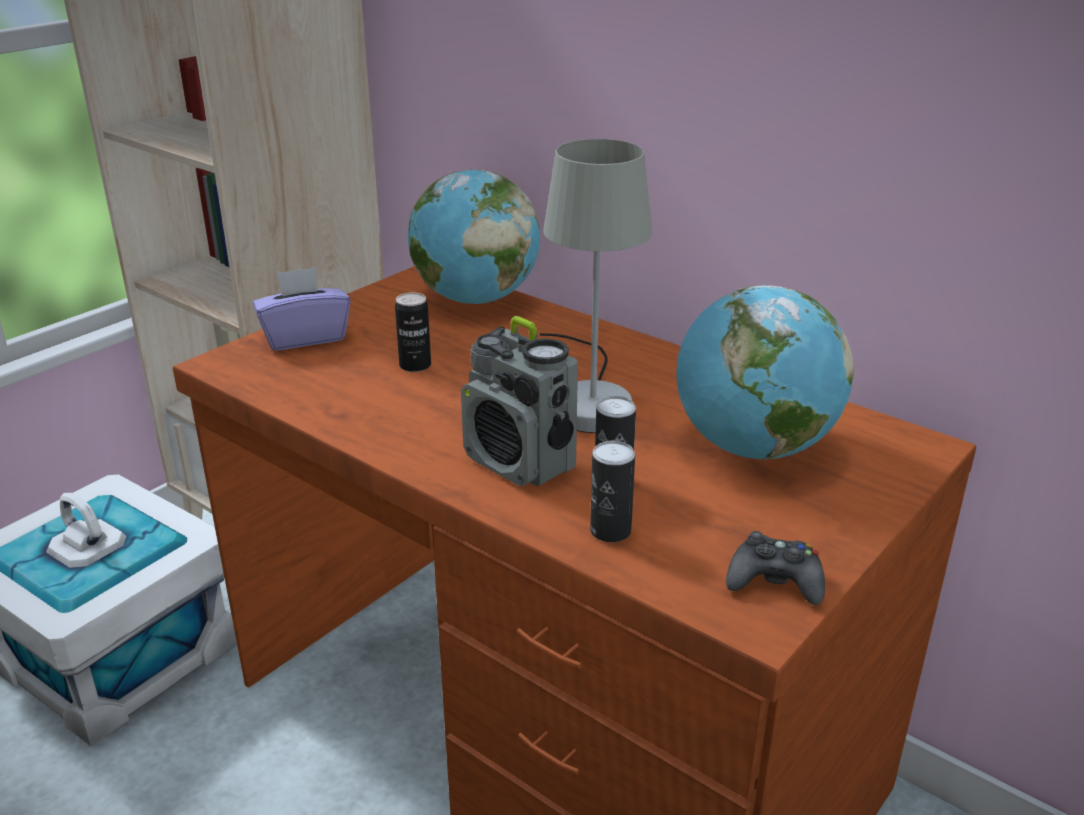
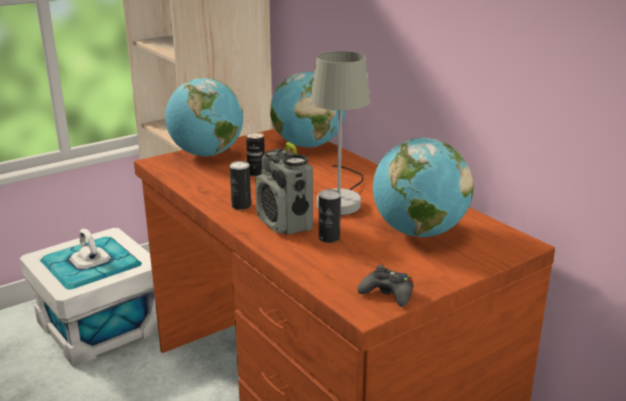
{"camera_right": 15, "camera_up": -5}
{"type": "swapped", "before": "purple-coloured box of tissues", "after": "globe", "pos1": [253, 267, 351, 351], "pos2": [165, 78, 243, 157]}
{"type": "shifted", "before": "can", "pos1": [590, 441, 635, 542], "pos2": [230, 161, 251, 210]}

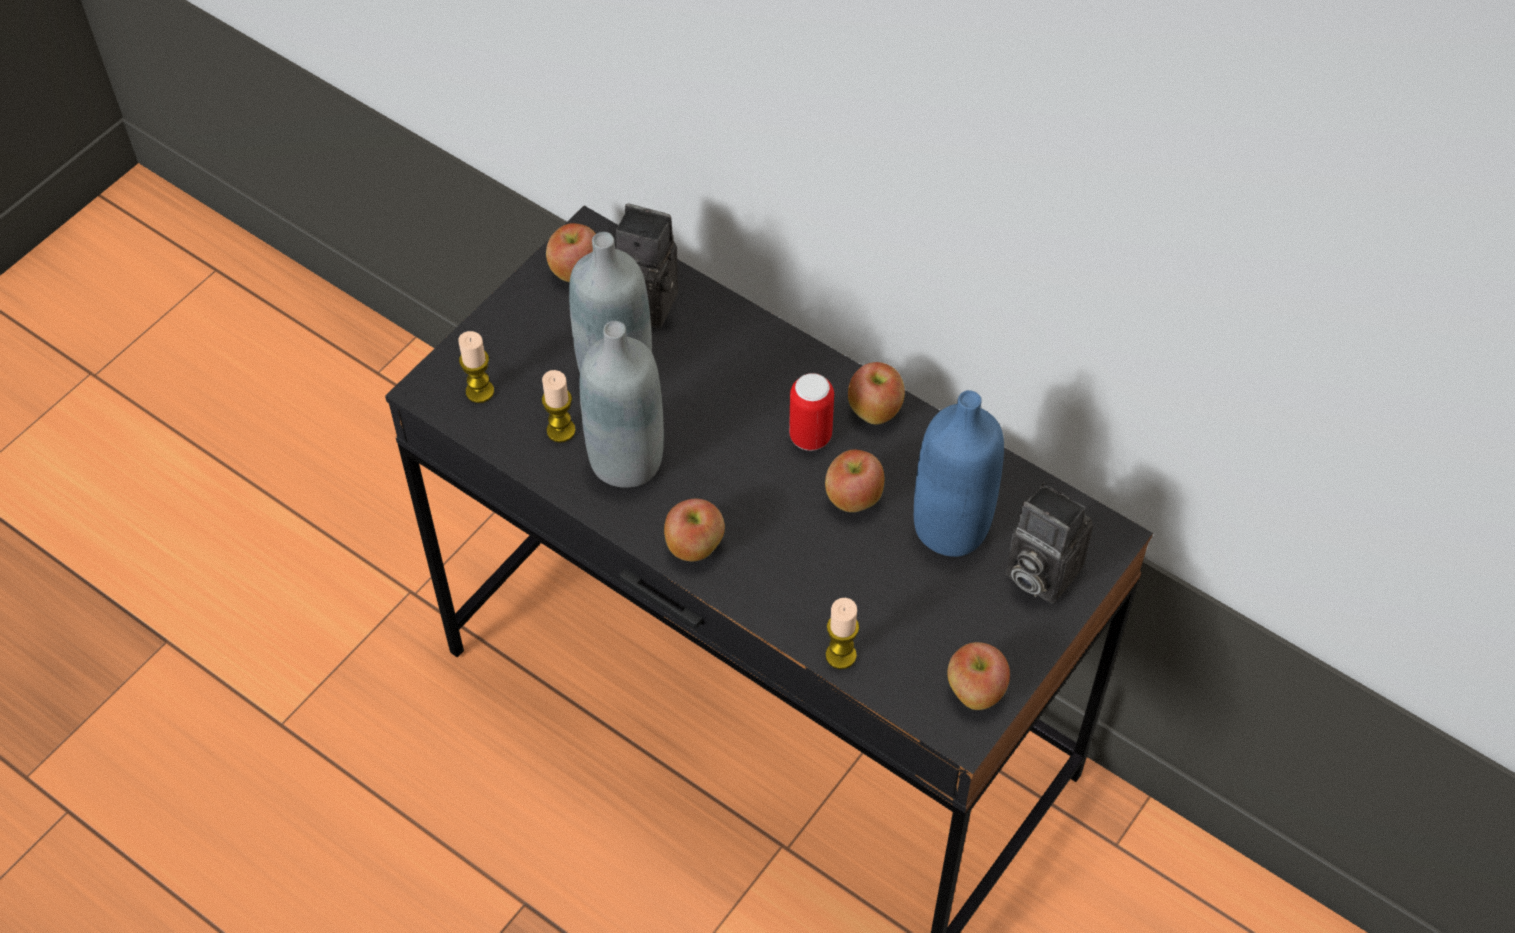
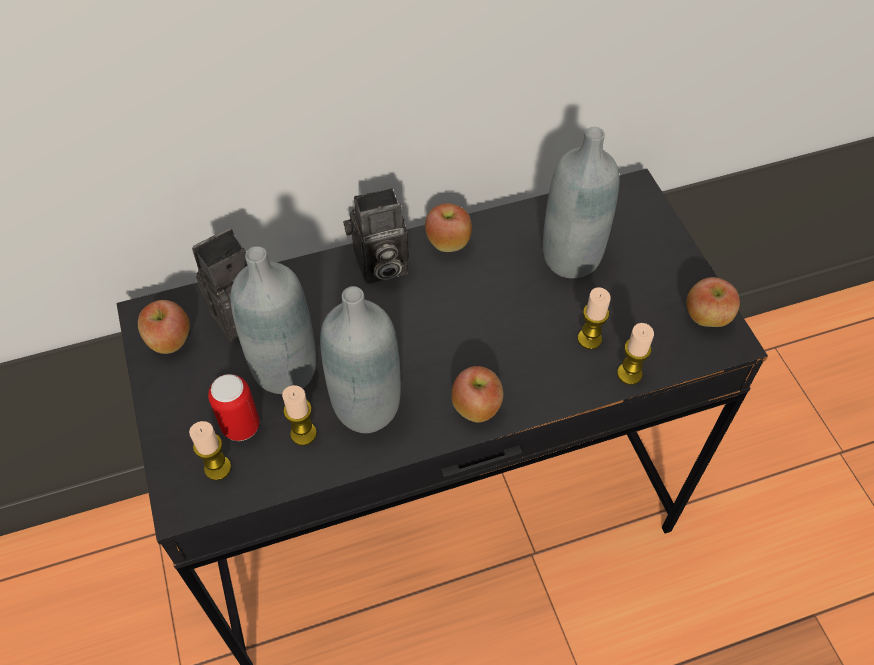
{"camera_right": -55, "camera_up": 0}
{"type": "shifted", "before": "can", "pos1": [789, 373, 834, 451], "pos2": [208, 374, 260, 441]}
{"type": "gone", "before": "apple", "pos1": [825, 450, 884, 512]}
{"type": "repainted", "before": "blue-coloured beverage bottle", "after": "grey beverage bottle", "pos1": [914, 390, 1004, 557], "pos2": [543, 127, 620, 278]}
{"type": "shifted", "before": "still camera", "pos1": [1006, 483, 1093, 604], "pos2": [343, 188, 409, 284]}
{"type": "new", "after": "wax light", "pos2": [578, 287, 611, 349]}

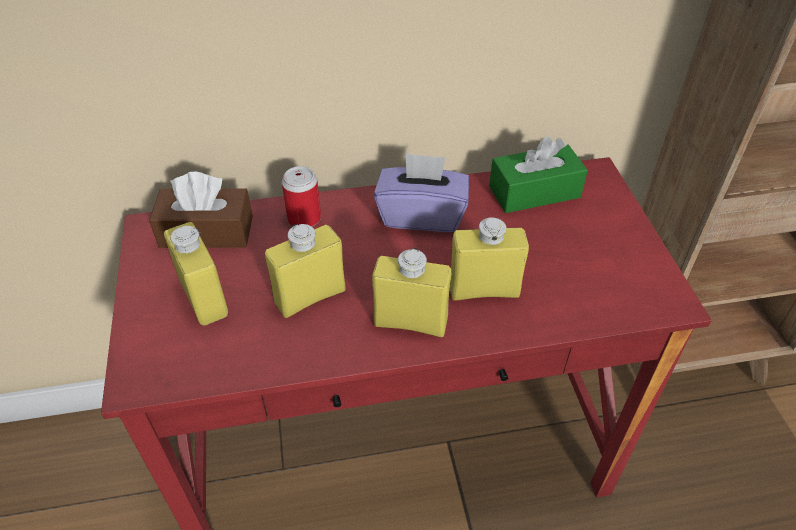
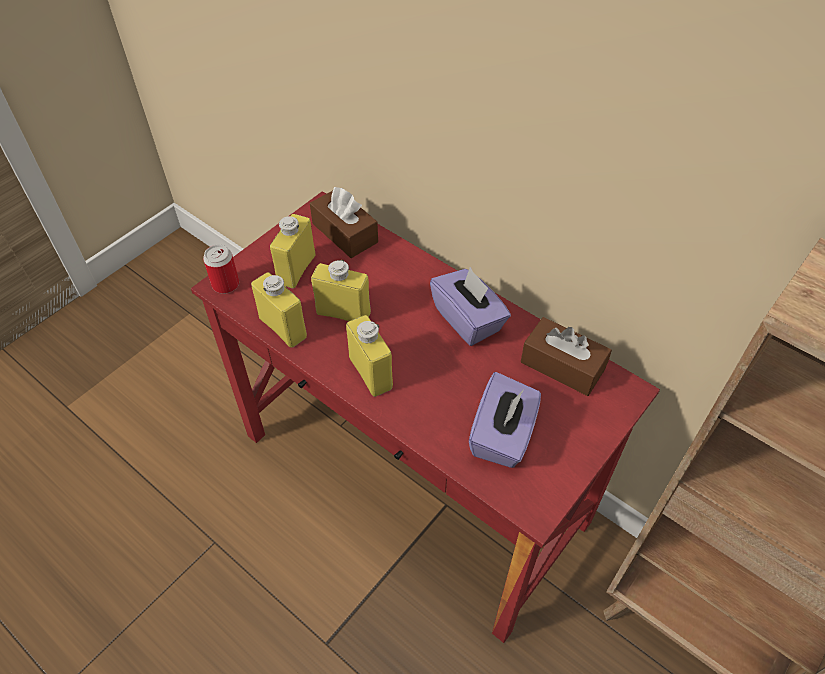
{"camera_right": 50, "camera_up": 5}
{"type": "shifted", "before": "can", "pos1": [282, 166, 321, 227], "pos2": [203, 245, 239, 294]}
{"type": "shifted", "before": "yellowish beverage bottle", "pos1": [450, 217, 529, 301], "pos2": [251, 272, 307, 348]}
{"type": "repainted", "before": "green box of tissues", "after": "brown box of tissues", "pos1": [489, 136, 588, 213], "pos2": [521, 317, 612, 396]}
{"type": "new", "after": "purple-coloured box of tissues", "pos2": [469, 372, 541, 468]}

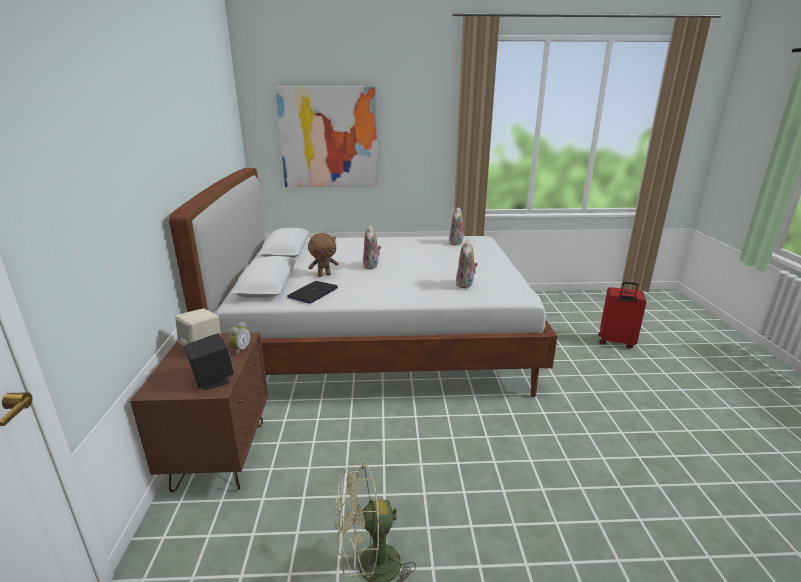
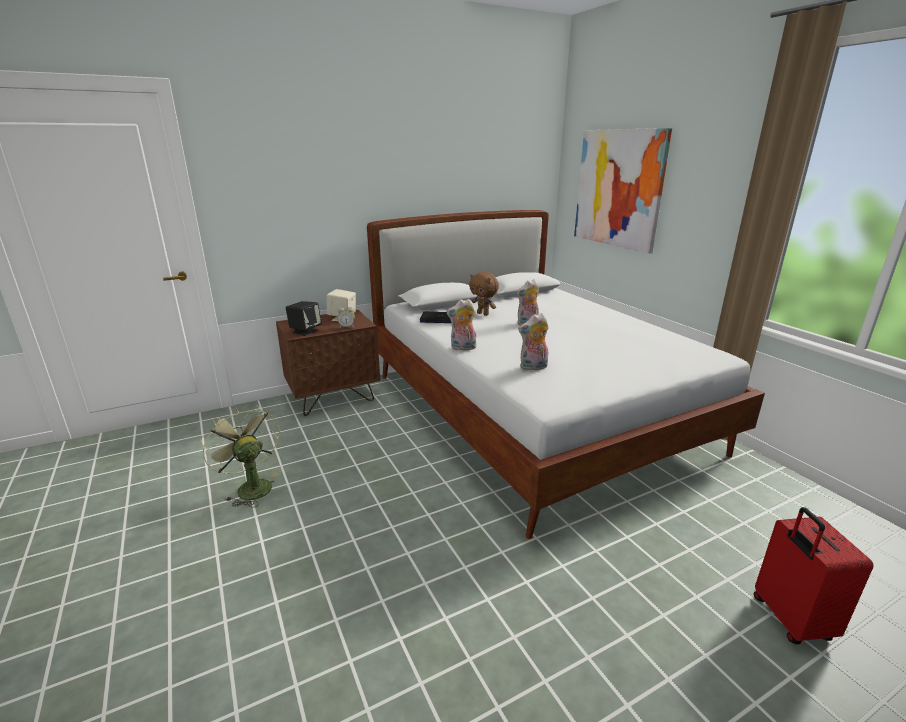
{"camera_right": 65, "camera_up": 0}
{"type": "shifted", "before": "plush toy", "pos1": [449, 207, 466, 246], "pos2": [446, 299, 477, 351]}

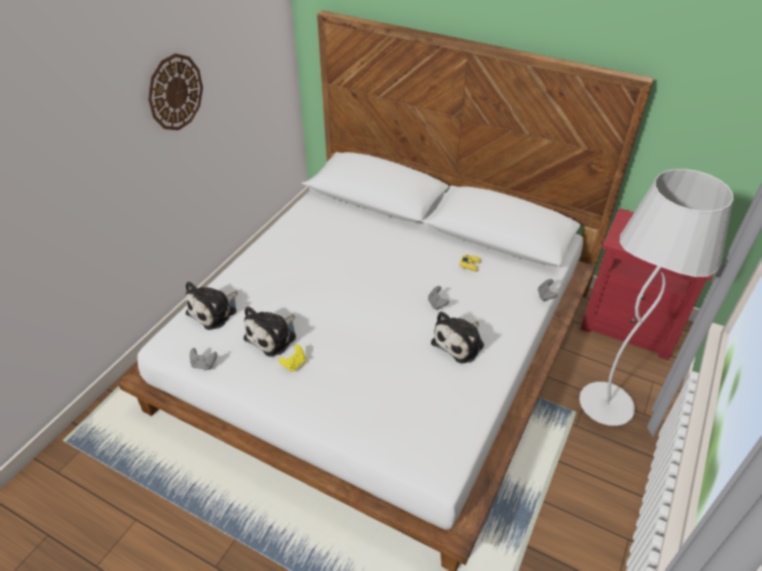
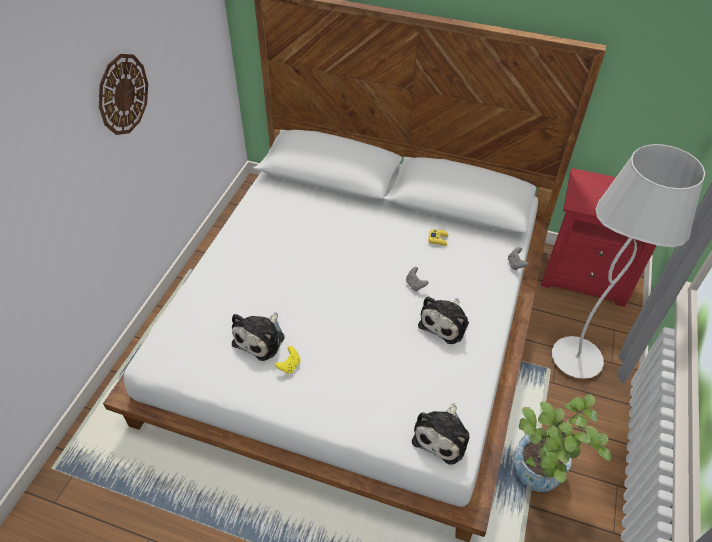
{"camera_right": -10, "camera_up": 5}
{"type": "shifted", "before": "plush toy", "pos1": [186, 281, 238, 330], "pos2": [412, 403, 469, 465]}
{"type": "gone", "before": "grey gamepad", "pos1": [190, 348, 217, 370]}
{"type": "new", "after": "plant in a pot", "pos2": [513, 394, 611, 492]}

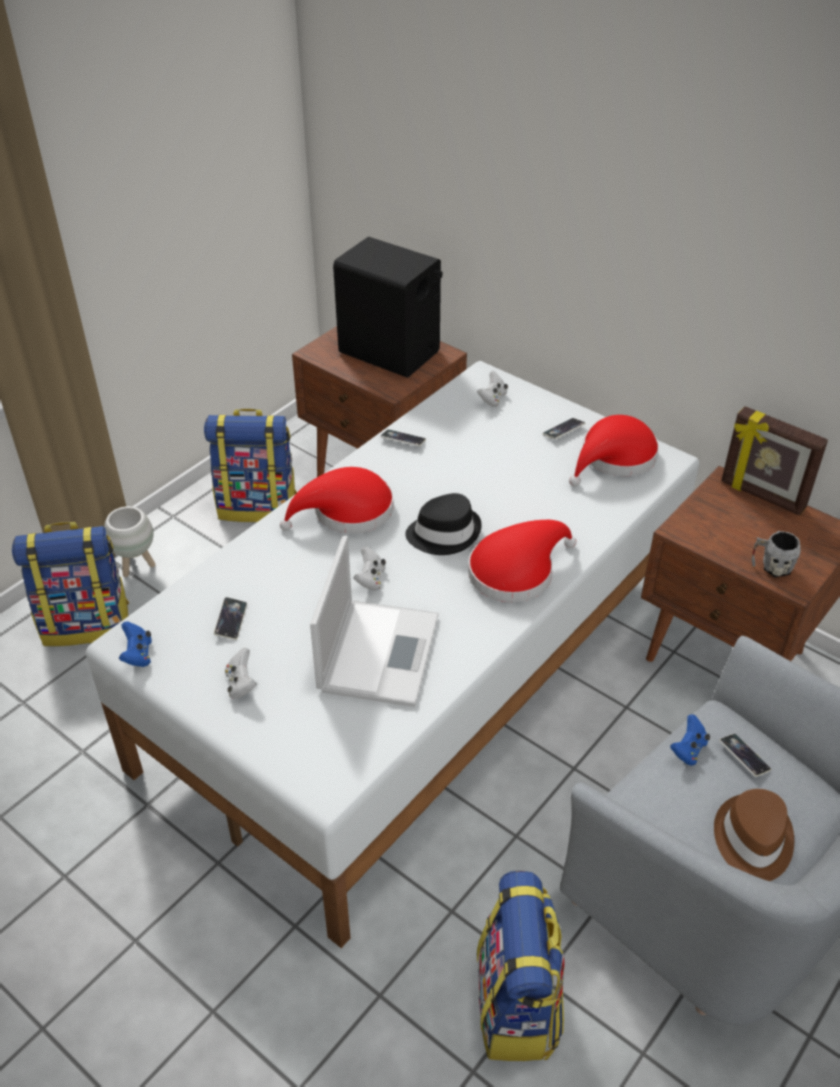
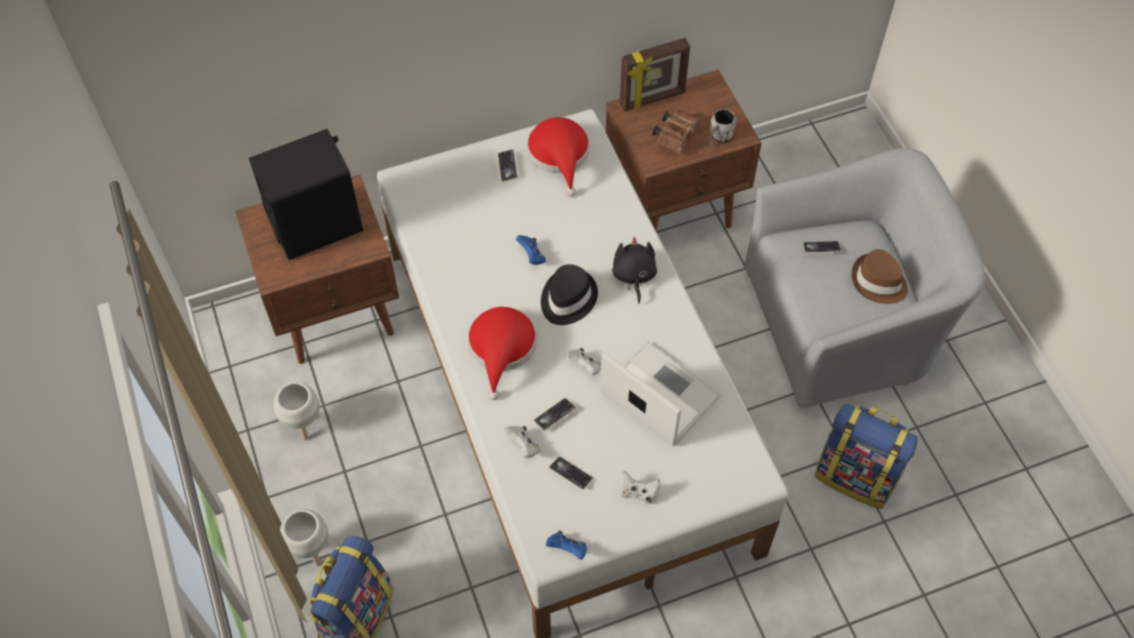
{"camera_right": -60, "camera_up": 15}
{"type": "swapped", "before": "backpack", "after": "white-coloured planter", "pos1": [204, 409, 297, 522], "pos2": [274, 382, 320, 441]}
{"type": "shifted", "before": "handset", "pos1": [380, 429, 426, 446], "pos2": [534, 398, 576, 431]}
{"type": "swapped", "before": "red-coloured wearable hat", "after": "black plush toy", "pos1": [468, 520, 577, 602], "pos2": [612, 237, 657, 303]}
{"type": "shifted", "before": "white-coloured gamepad", "pos1": [477, 371, 508, 407], "pos2": [505, 426, 540, 458]}
{"type": "shifted", "before": "blue-coloured gamepad", "pos1": [670, 714, 710, 766], "pos2": [516, 235, 546, 265]}
{"type": "new", "after": "brown binoculars", "pos2": [652, 110, 701, 154]}

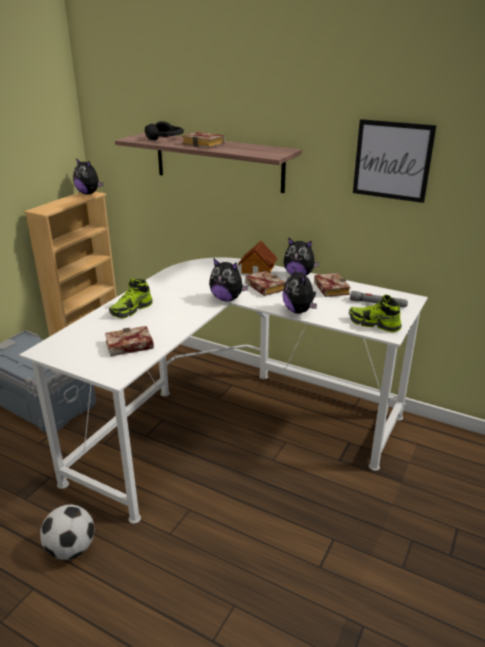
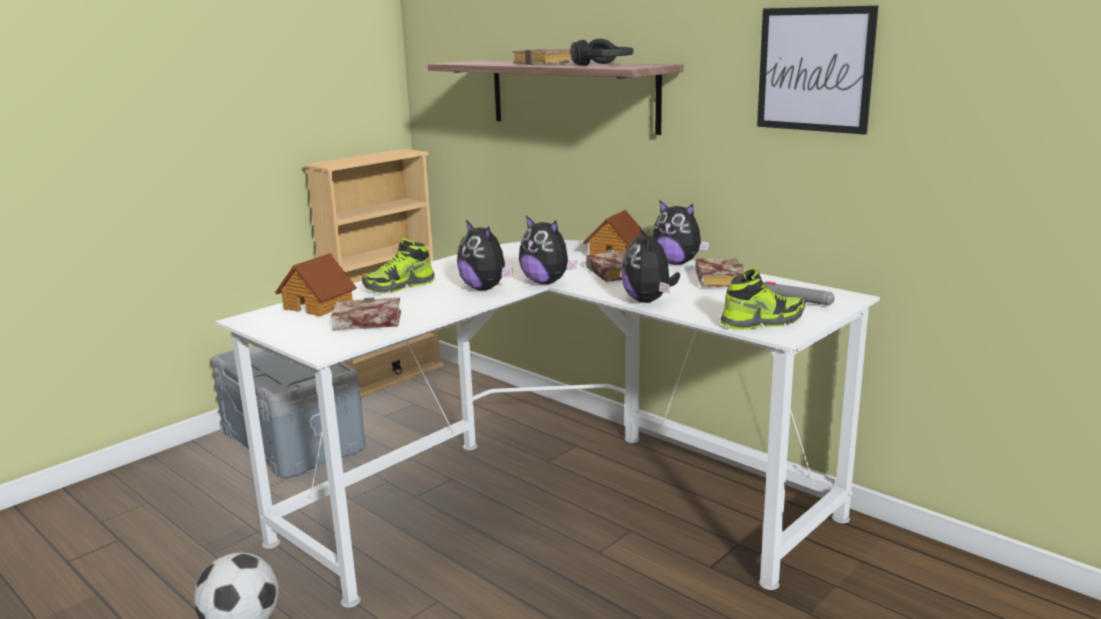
{"camera_right": 15, "camera_up": -10}
{"type": "shifted", "before": "plush toy", "pos1": [73, 158, 103, 195], "pos2": [457, 220, 512, 290]}
{"type": "shifted", "before": "black headset", "pos1": [145, 121, 184, 140], "pos2": [570, 39, 633, 66]}
{"type": "rotated", "before": "shoe", "pos1": [349, 295, 402, 332], "pos2": [720, 268, 805, 330], "turn": 120}
{"type": "new", "after": "model house", "pos2": [275, 253, 357, 317]}

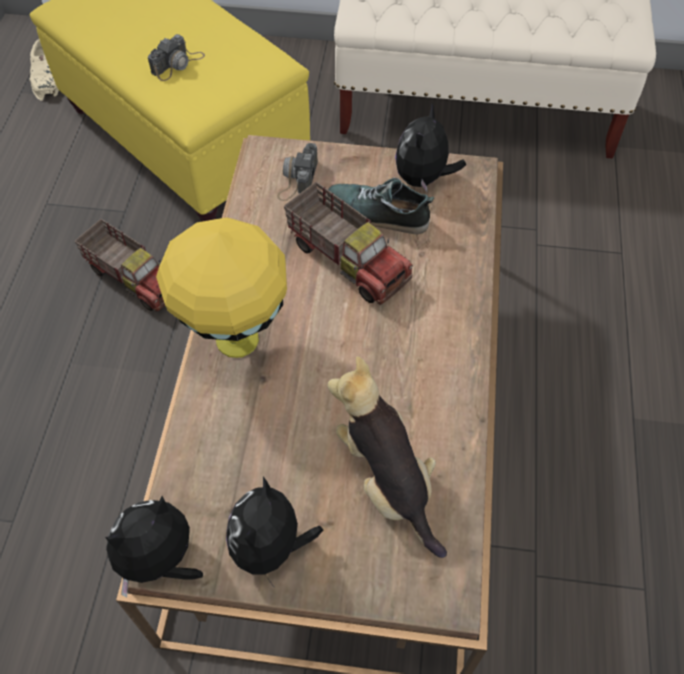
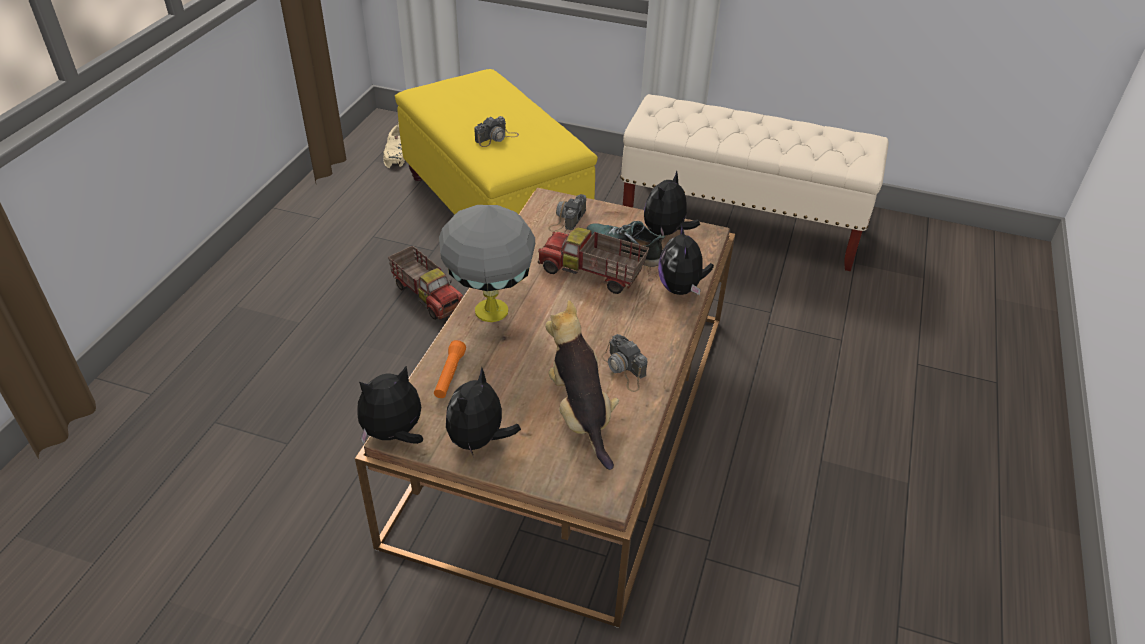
{"camera_right": 10, "camera_up": -15}
{"type": "repainted", "before": "yellowish table lamp", "after": "grey table lamp", "pos1": [156, 218, 287, 358], "pos2": [439, 205, 535, 322]}
{"type": "rotated", "before": "model truck", "pos1": [284, 182, 413, 305], "pos2": [538, 227, 649, 294], "turn": 150}
{"type": "new", "after": "orange-coloured flashlight", "pos2": [434, 340, 466, 398]}
{"type": "new", "after": "still camera", "pos2": [601, 334, 647, 392]}
{"type": "new", "after": "plush toy", "pos2": [658, 222, 714, 295]}

